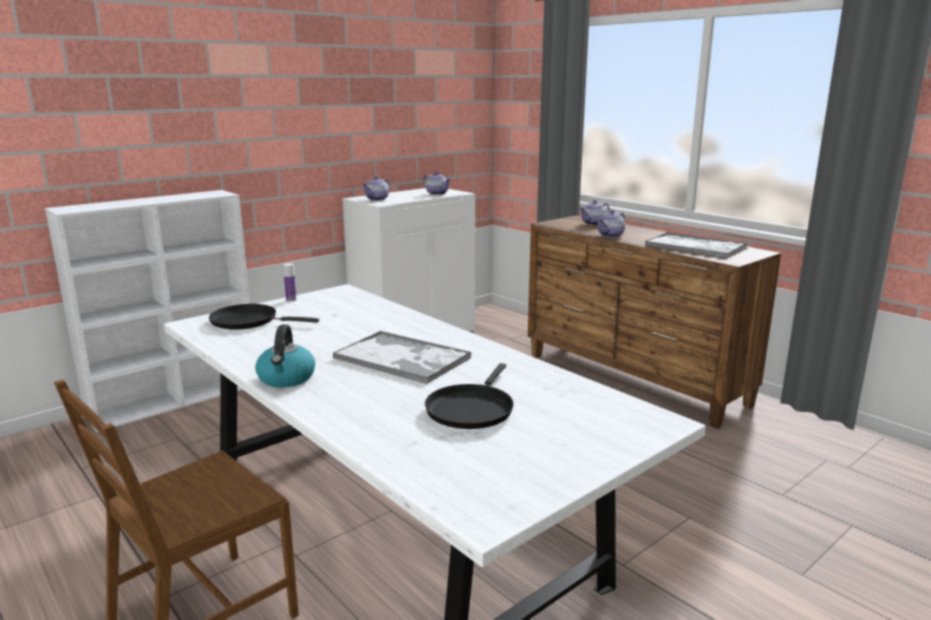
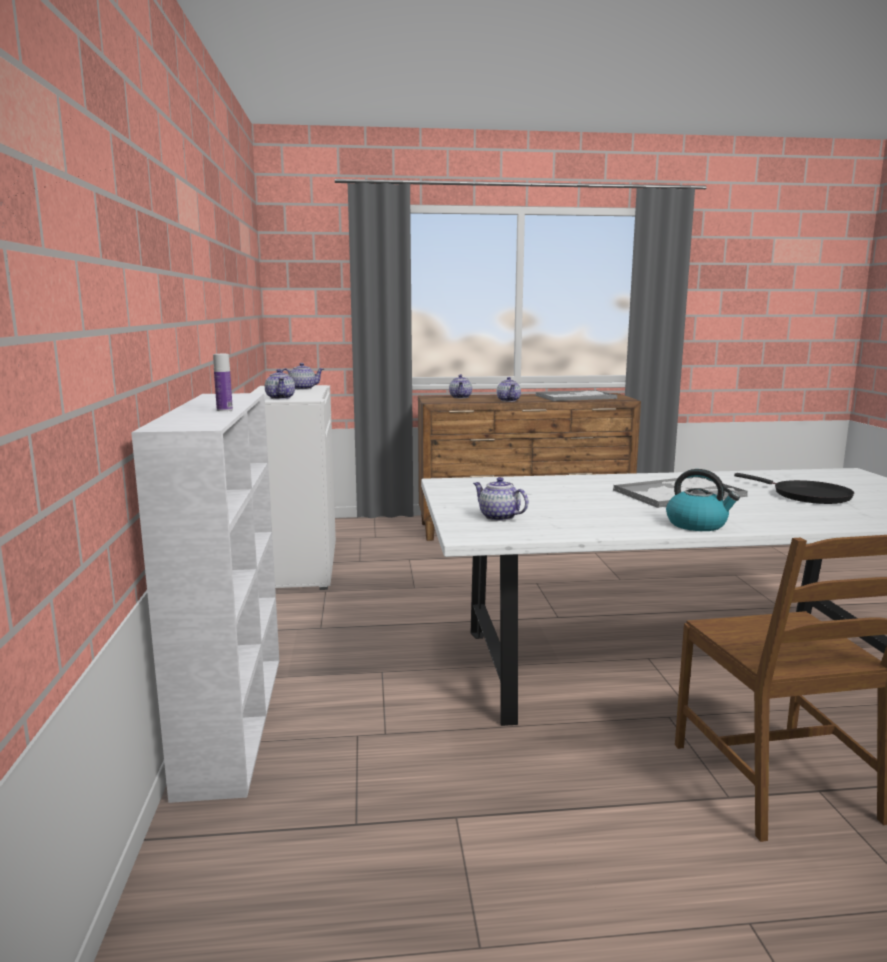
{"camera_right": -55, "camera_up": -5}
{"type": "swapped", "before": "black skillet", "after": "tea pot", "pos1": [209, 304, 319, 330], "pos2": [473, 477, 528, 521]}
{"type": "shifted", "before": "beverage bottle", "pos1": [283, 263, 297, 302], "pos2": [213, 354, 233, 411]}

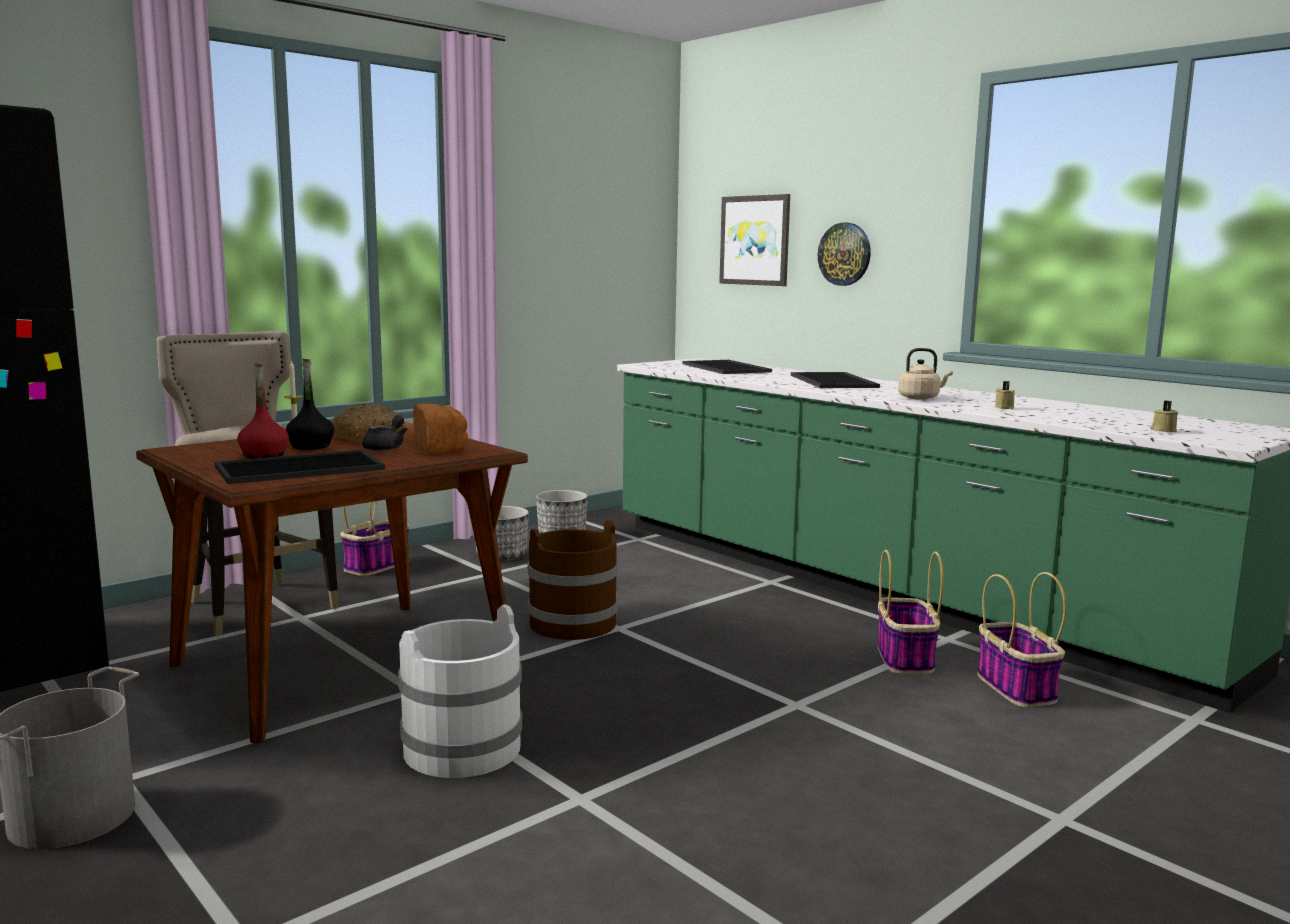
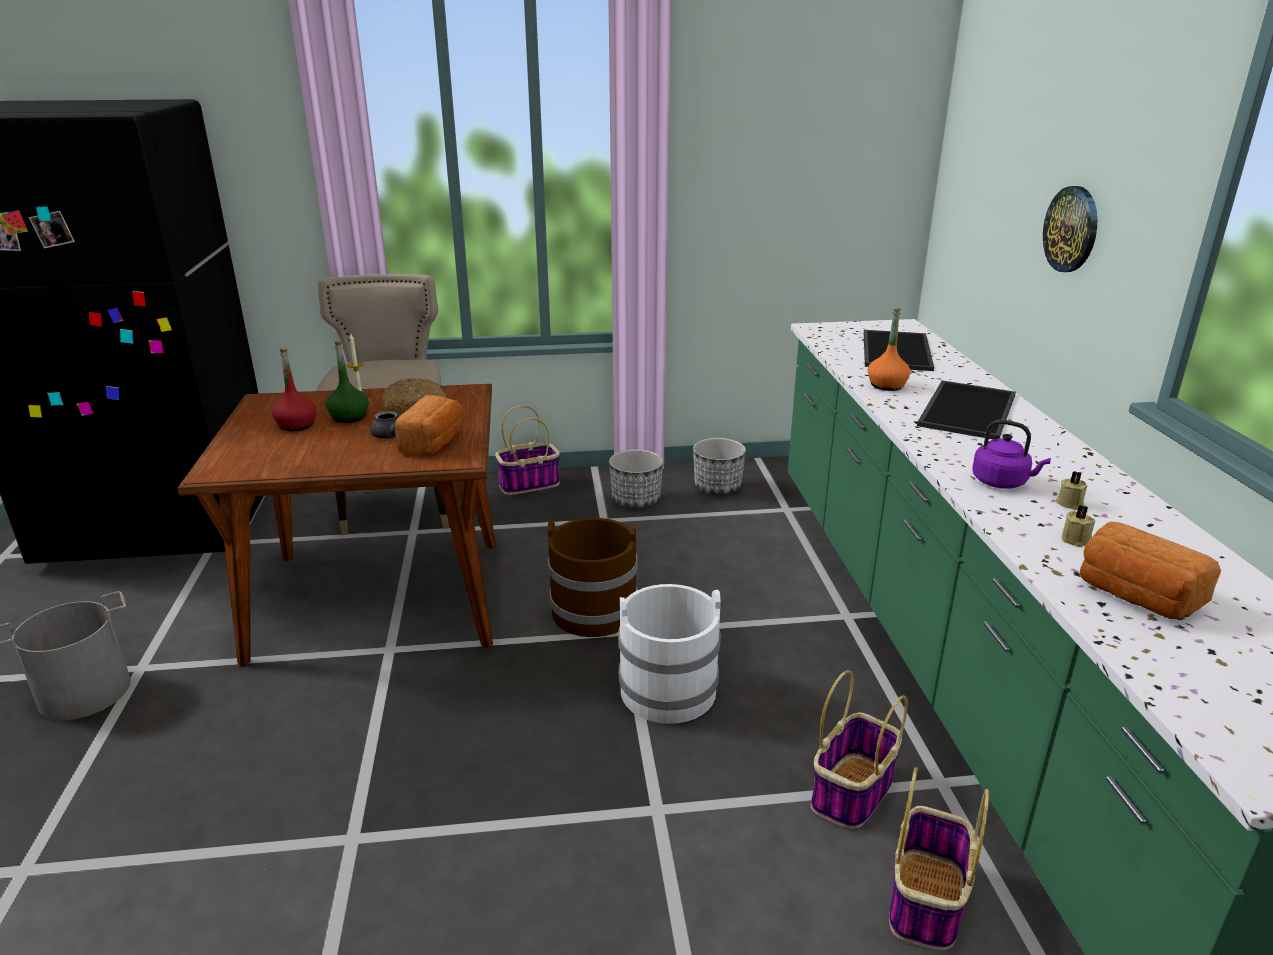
{"camera_right": 35, "camera_up": 15}
{"type": "gone", "before": "serving tray", "pos1": [214, 450, 385, 484]}
{"type": "repainted", "before": "black beverage bottle", "after": "green beverage bottle", "pos1": [286, 359, 334, 450], "pos2": [326, 341, 369, 423]}
{"type": "shifted", "before": "white-coloured bucket", "pos1": [398, 604, 522, 778], "pos2": [618, 584, 721, 724]}
{"type": "gone", "before": "wall art", "pos1": [719, 194, 790, 286]}
{"type": "repainted", "before": "beige-coloured kettle", "after": "purple-coloured kettle", "pos1": [898, 348, 953, 400], "pos2": [972, 420, 1051, 489]}
{"type": "shifted", "before": "beige-coloured wax light", "pos1": [1150, 400, 1178, 432], "pos2": [1055, 471, 1088, 510]}
{"type": "new", "after": "orange-coloured beverage bottle", "pos2": [868, 308, 911, 391]}
{"type": "new", "after": "bakery bread", "pos2": [1080, 522, 1221, 619]}

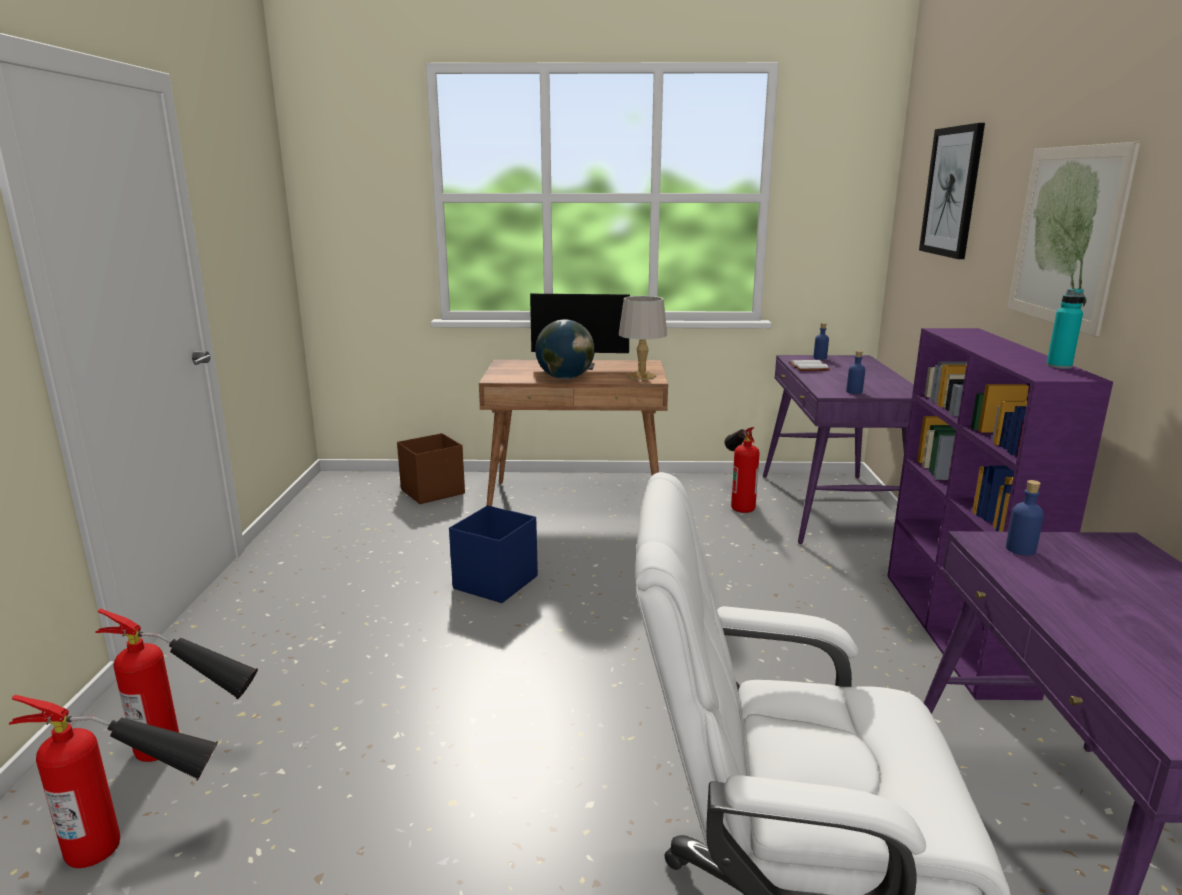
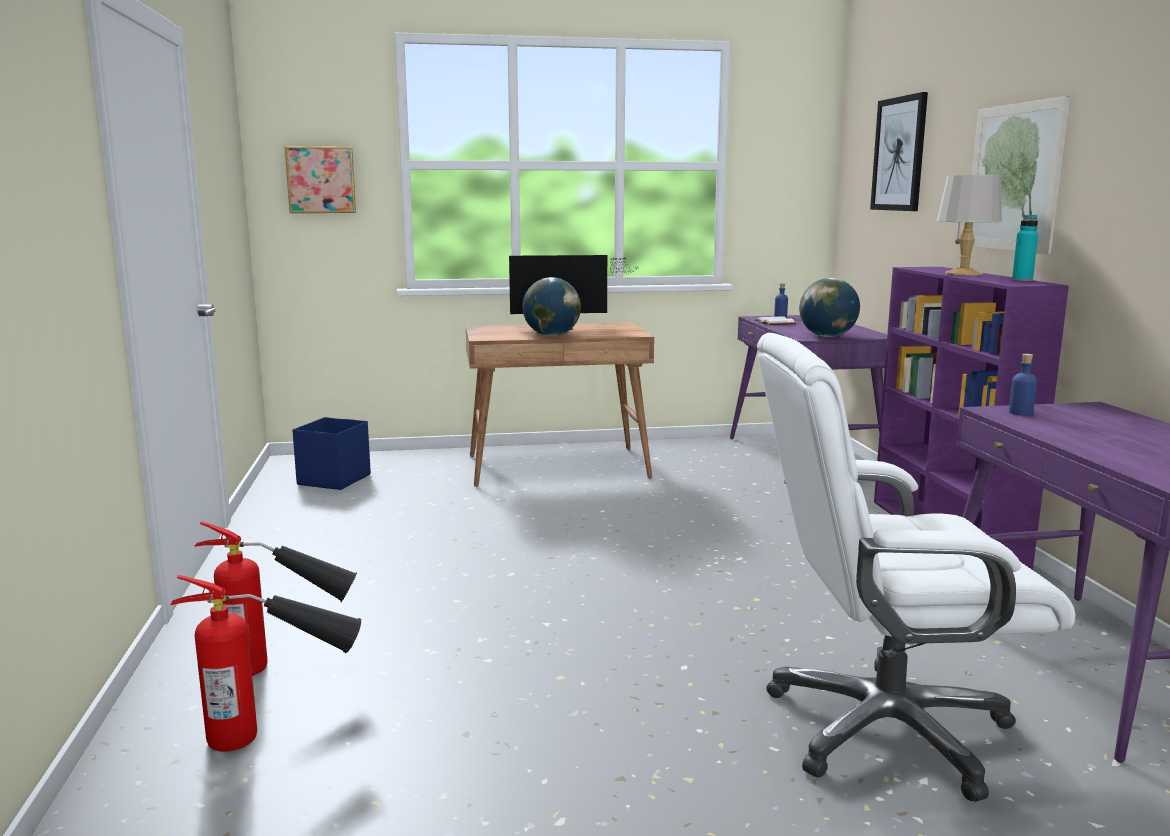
{"camera_right": -10, "camera_up": -5}
{"type": "gone", "before": "brown storage container", "pos1": [397, 433, 465, 504]}
{"type": "shifted", "before": "blue-coloured storage container", "pos1": [449, 506, 538, 603], "pos2": [292, 417, 371, 490]}
{"type": "shifted", "before": "grey table lamp", "pos1": [619, 296, 667, 380], "pos2": [937, 175, 1002, 276]}
{"type": "gone", "before": "extinguisher", "pos1": [725, 427, 760, 513]}
{"type": "swapped", "before": "blue-coloured beverage bottle", "after": "globe", "pos1": [846, 350, 865, 394], "pos2": [799, 278, 860, 337]}
{"type": "new", "after": "wall art", "pos2": [284, 146, 356, 213]}

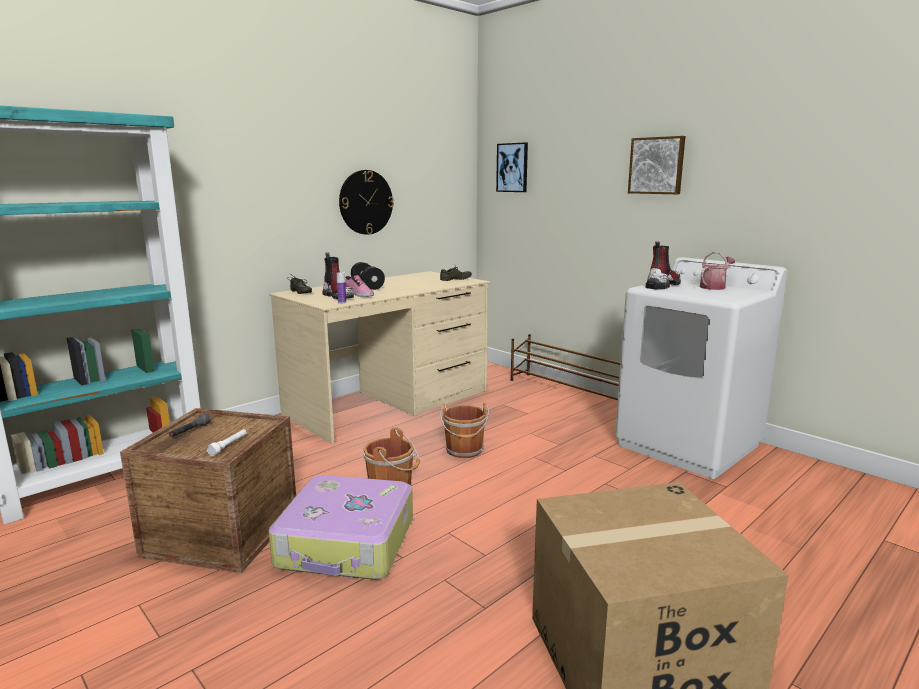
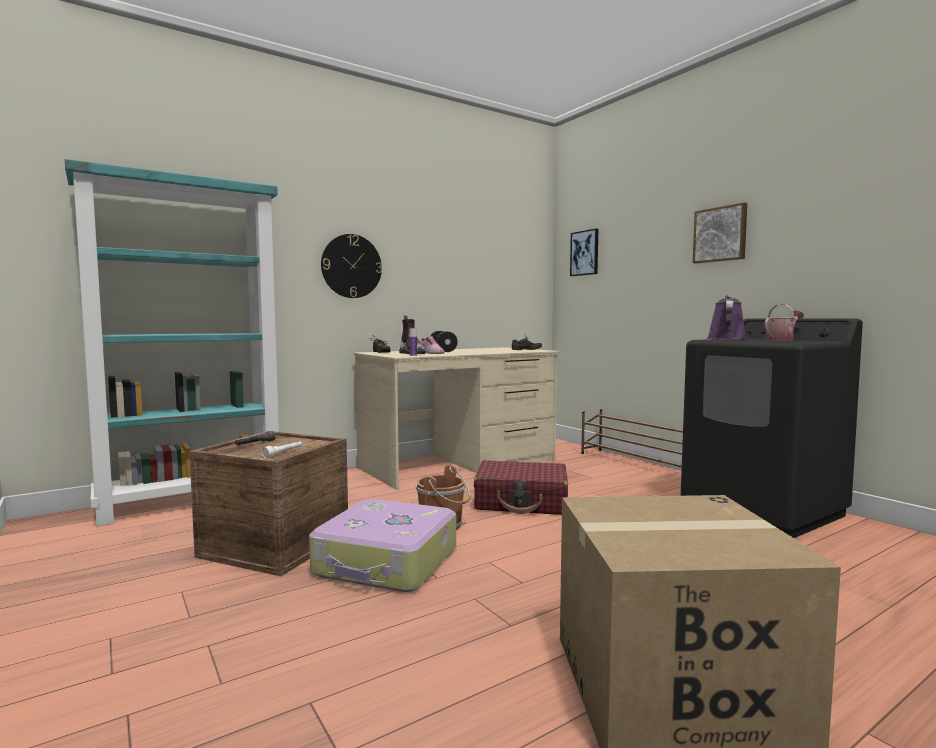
{"camera_right": 10, "camera_up": -10}
{"type": "shifted", "before": "hanging clock", "pos1": [339, 170, 394, 235], "pos2": [321, 234, 382, 298]}
{"type": "swapped", "before": "brown bucket", "after": "red-coloured travel case", "pos1": [440, 403, 489, 458], "pos2": [474, 460, 568, 515]}
{"type": "repainted", "before": "white-coloured laundry appliance", "after": "black laundry appliance", "pos1": [615, 257, 787, 479], "pos2": [681, 318, 863, 538]}
{"type": "swapped", "before": "boot", "after": "purple-coloured watering can", "pos1": [646, 241, 681, 290], "pos2": [707, 295, 746, 340]}

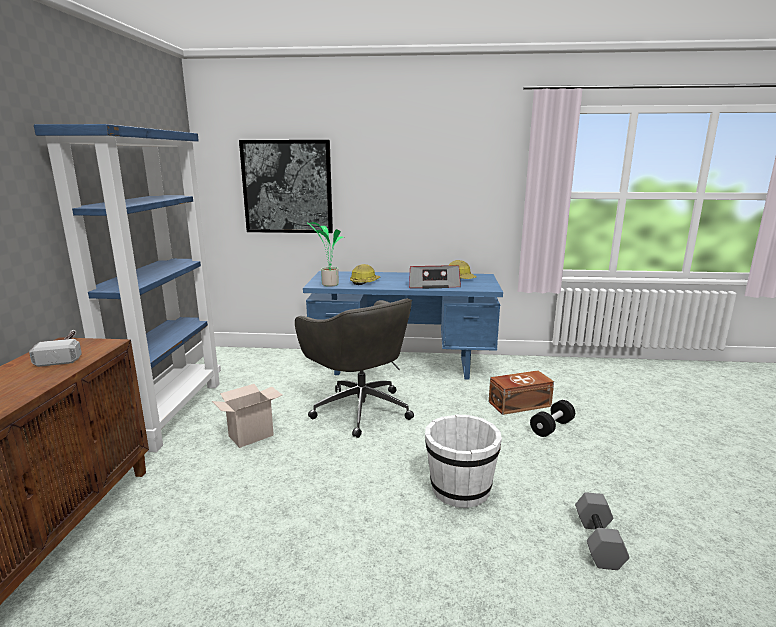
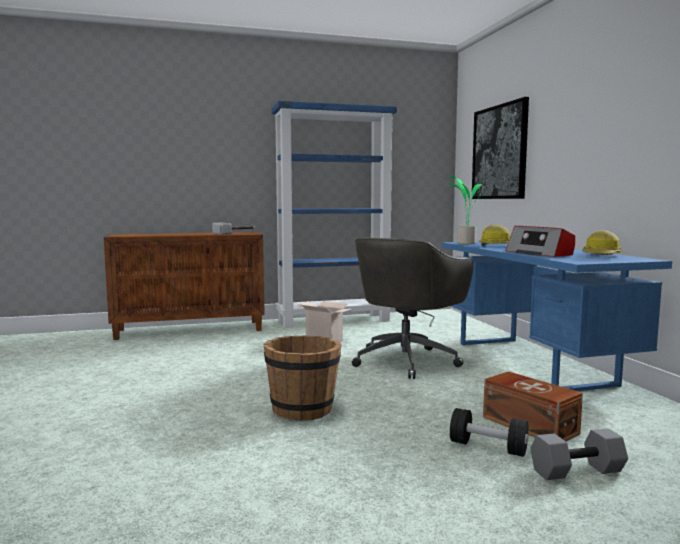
{"camera_right": 70, "camera_up": -10}
{"type": "repainted", "before": "white-coloured bucket", "after": "brown bucket", "pos1": [425, 414, 502, 508], "pos2": [264, 336, 342, 421]}
{"type": "shifted", "before": "grey dumbbell", "pos1": [575, 492, 630, 570], "pos2": [530, 428, 628, 480]}

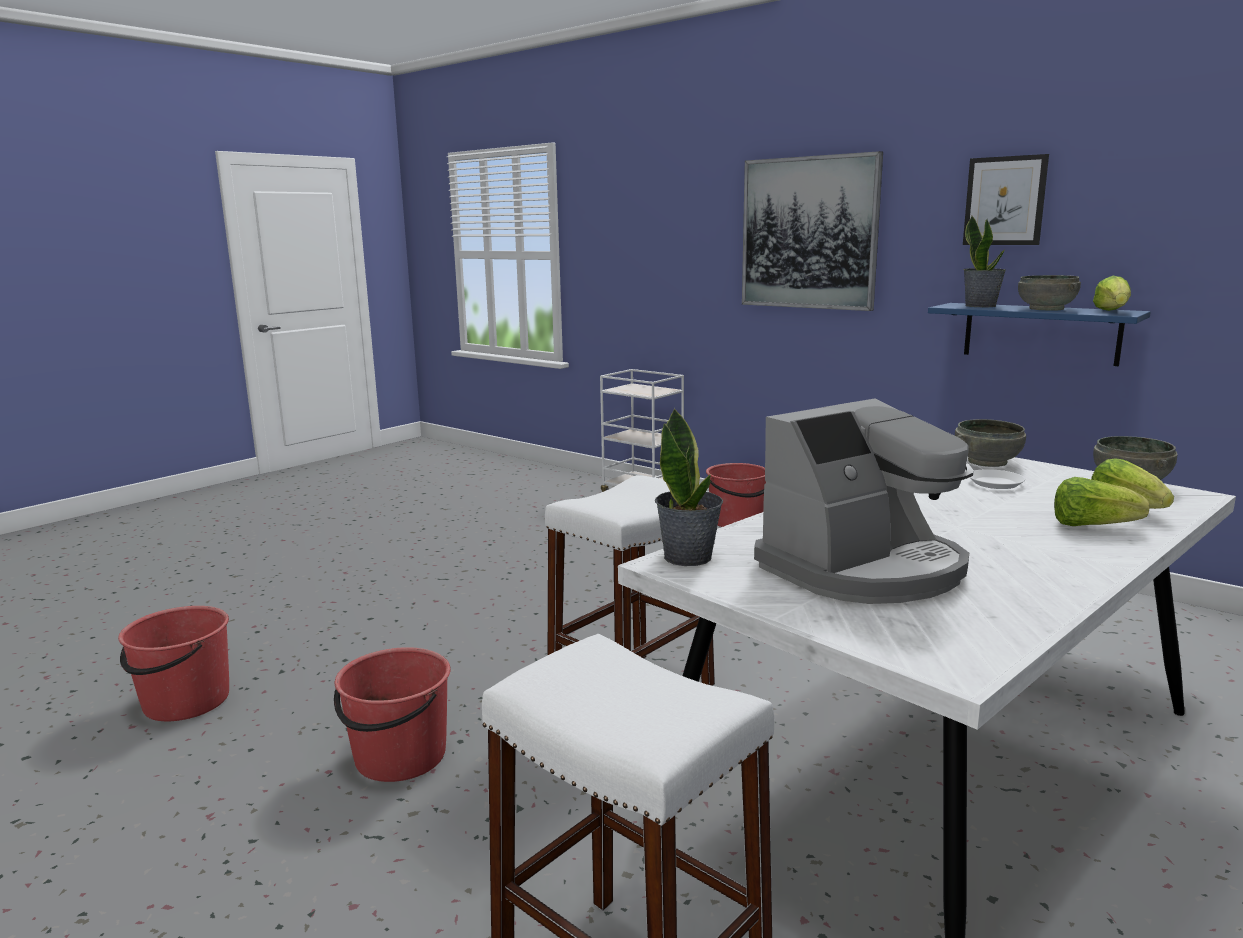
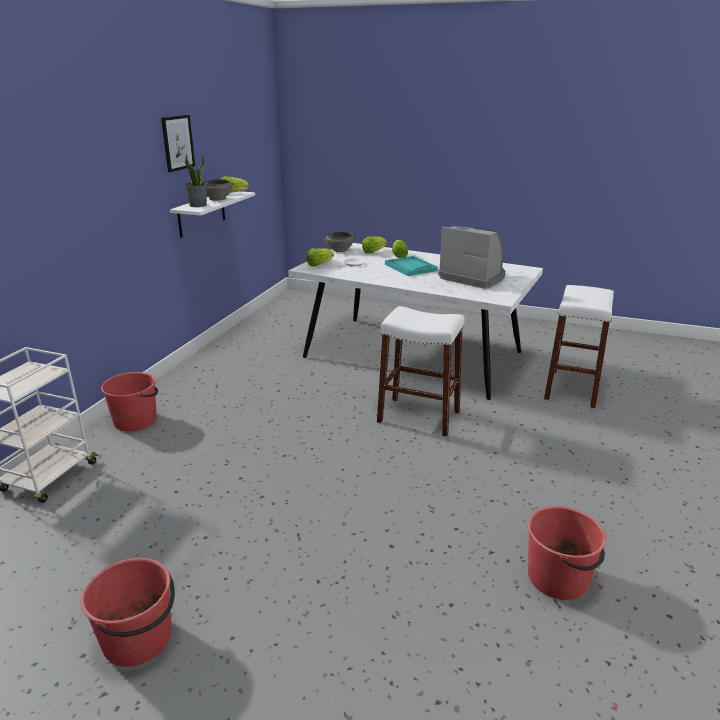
{"camera_right": -110, "camera_up": 10}
{"type": "shifted", "before": "red-coloured bucket", "pos1": [334, 647, 451, 782], "pos2": [80, 558, 175, 667]}
{"type": "gone", "before": "plant in a pot", "pos1": [655, 408, 723, 566]}
{"type": "gone", "before": "wall art", "pos1": [742, 151, 883, 311]}
{"type": "repainted", "before": "blue-coloured wall shelf", "after": "white-coloured wall shelf", "pos1": [928, 303, 1151, 366], "pos2": [170, 191, 255, 238]}
{"type": "swapped", "before": "grey bowl", "after": "head of lettuce", "pos1": [955, 419, 1026, 467], "pos2": [306, 248, 334, 267]}
{"type": "new", "after": "turquoise serving tray", "pos2": [385, 256, 438, 276]}

